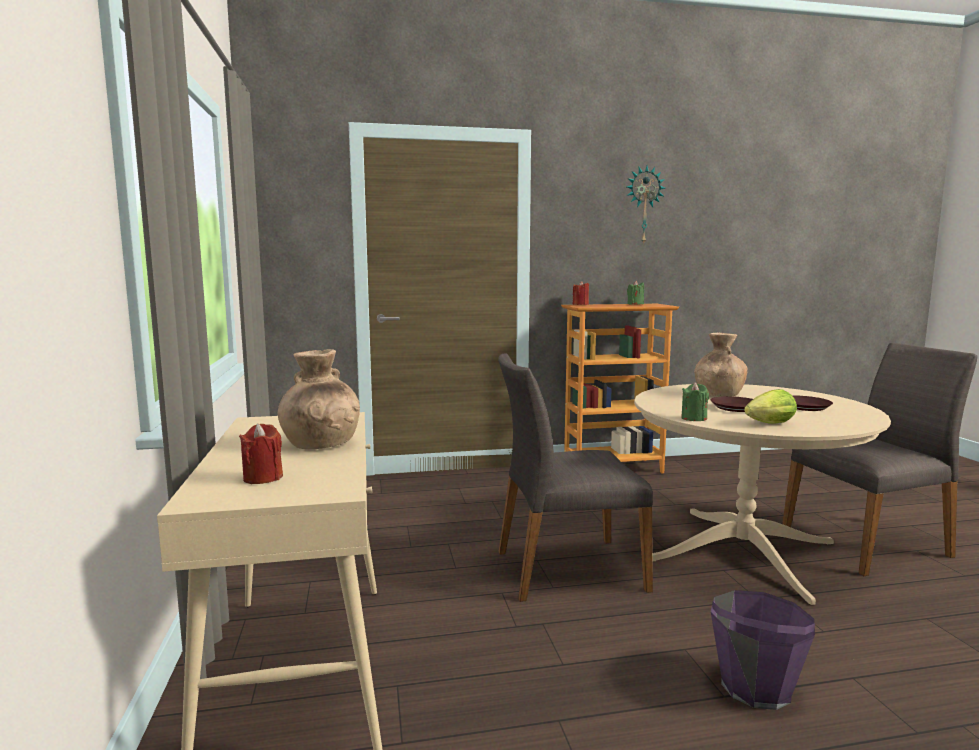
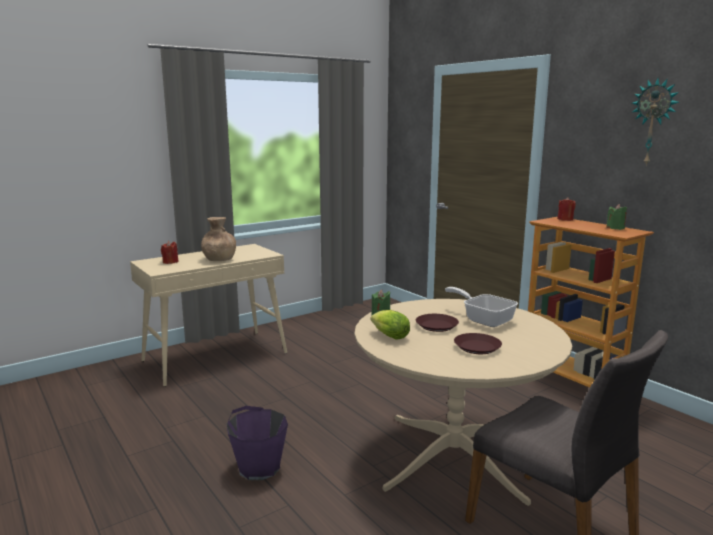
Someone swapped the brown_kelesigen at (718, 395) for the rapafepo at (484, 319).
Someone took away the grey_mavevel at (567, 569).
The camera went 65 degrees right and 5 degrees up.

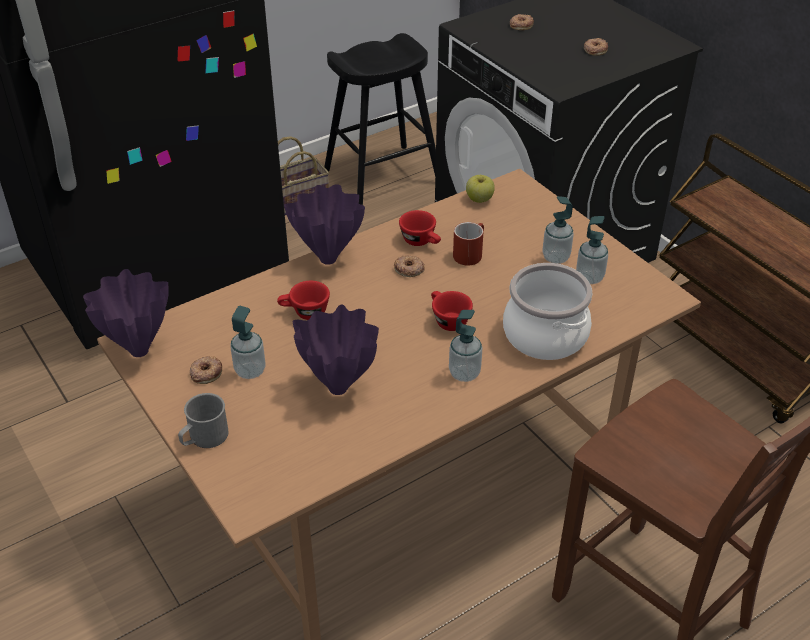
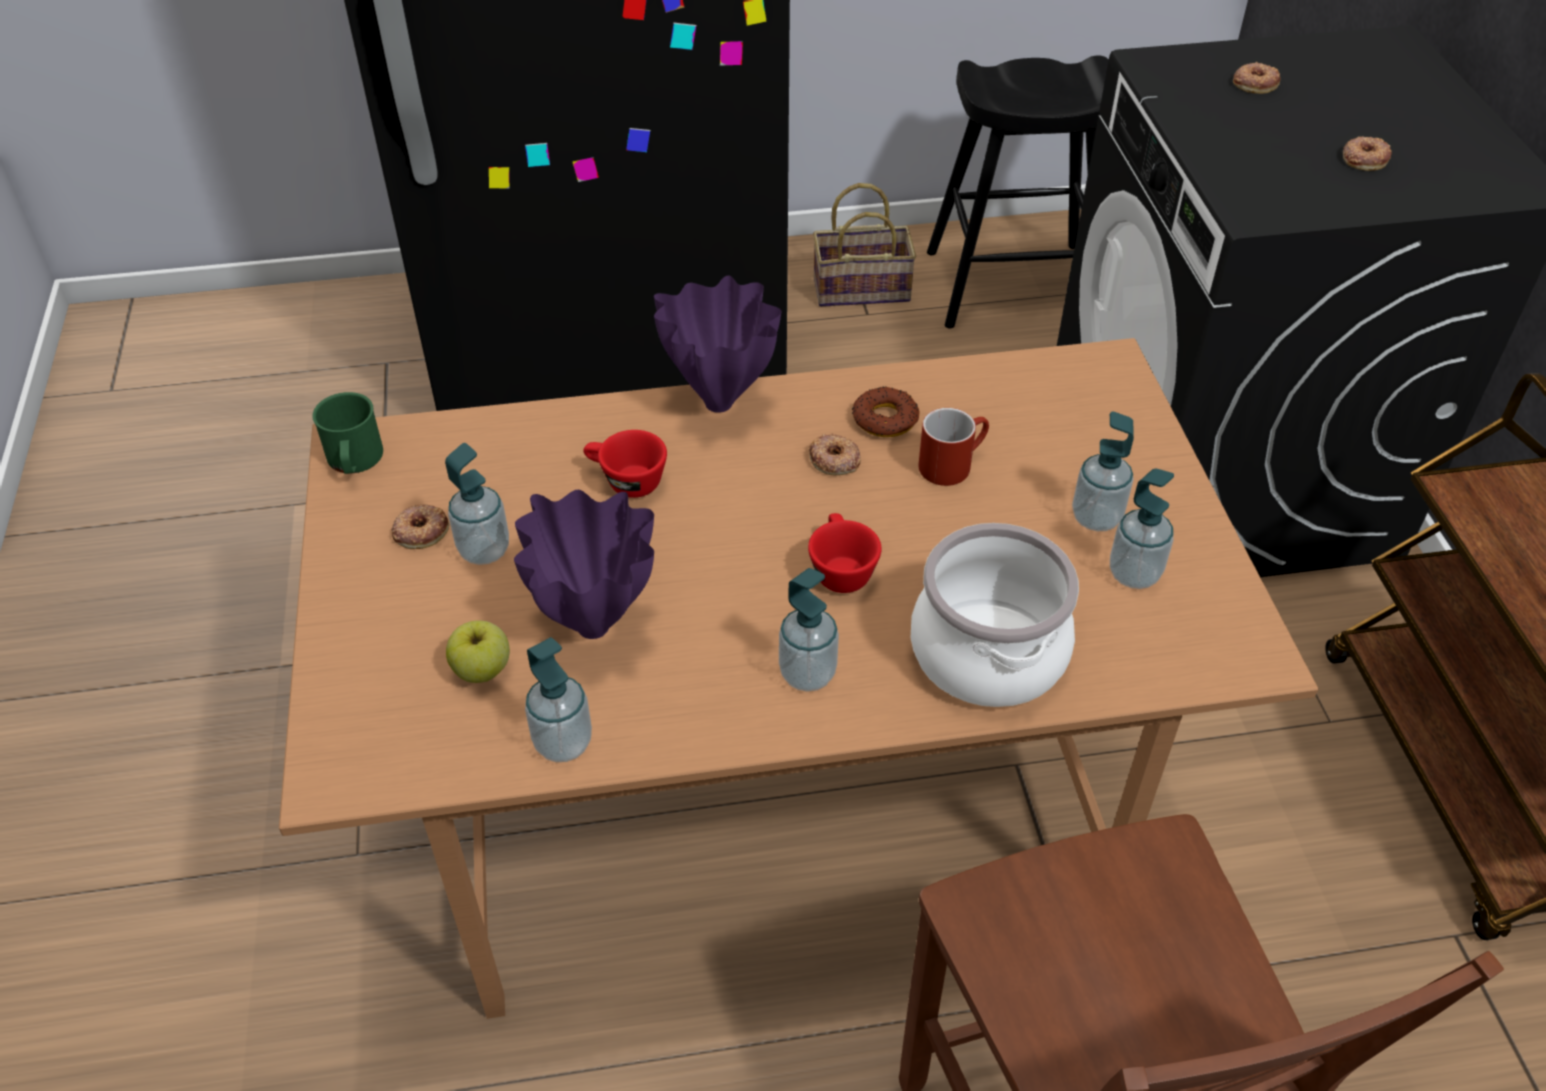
Someone swapped the purple_kelesigen at (139, 350) for the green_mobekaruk at (355, 461).
Someone carried the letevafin from (479, 199) to (482, 670).
Someone put down the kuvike at (563, 743).
Someone swapped the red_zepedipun at (421, 242) for the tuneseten at (885, 419).
Someone took away the grey_mobekaruk at (204, 438).
The camera went 25 degrees right and 5 degrees up.

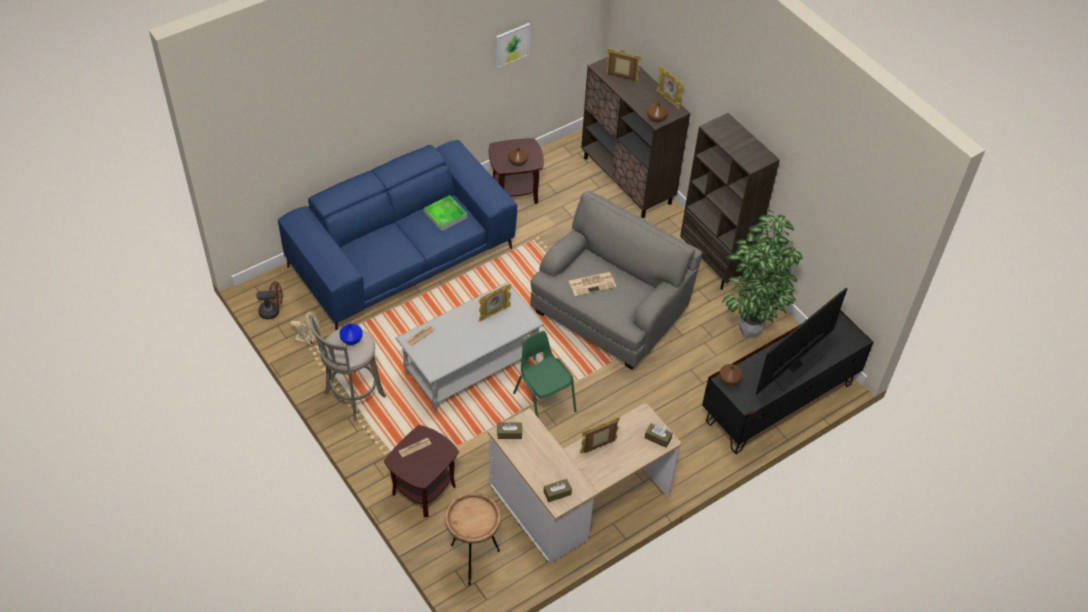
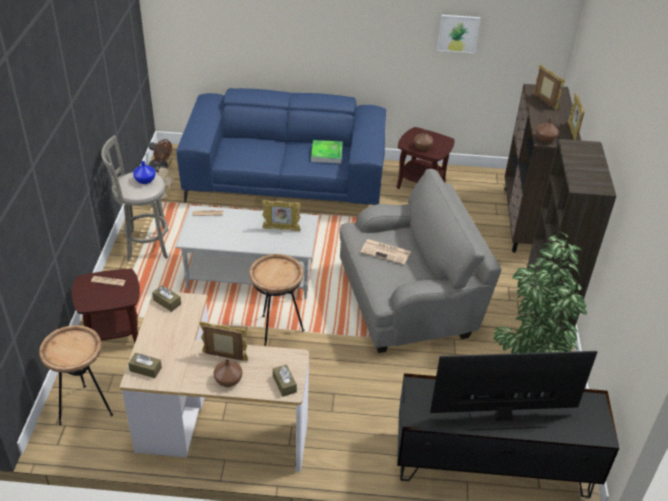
Someone carried the brown_kelesigen from (728, 379) to (228, 380).
Someone swapped the green_mavevel at (543, 401) for the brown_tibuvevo at (277, 332).
The camera went 40 degrees right and 10 degrees down.

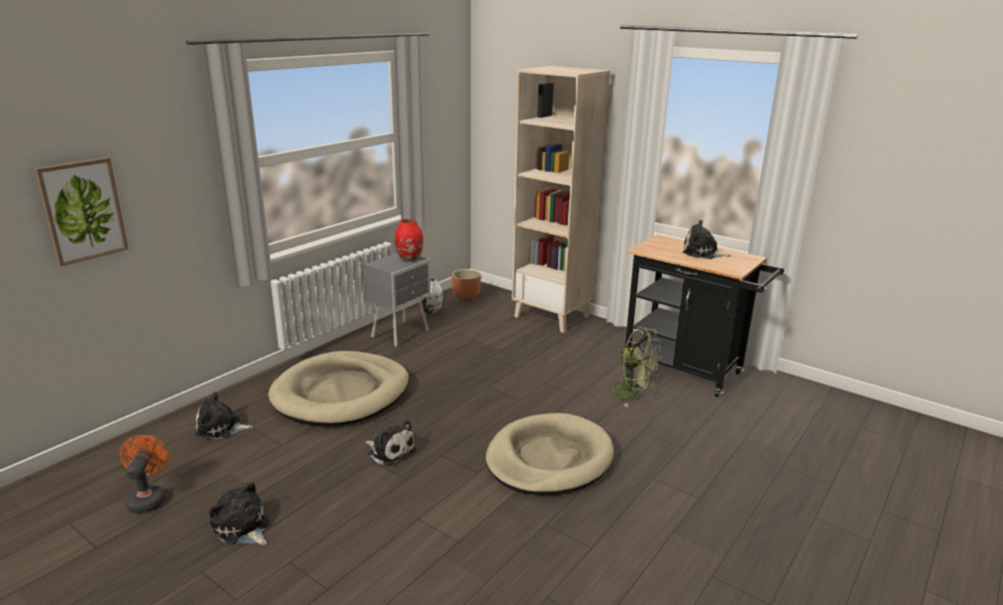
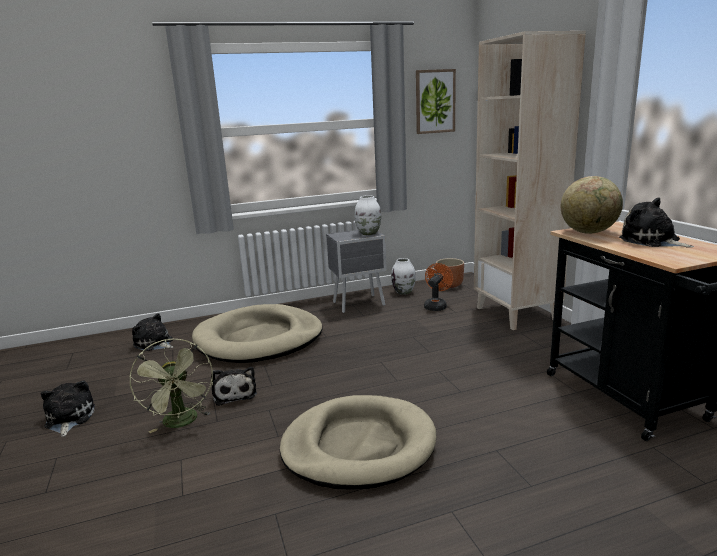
Someone carried the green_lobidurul from (633, 395) to (182, 423).
Someone repainted the red_kelesigen at (409, 259), which became the white_kelesigen at (368, 233).
Someone carried the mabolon from (82, 210) to (435, 101).
Someone carried the orange_lobidurul from (148, 498) to (436, 306).
Someone put down the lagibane at (588, 232).
The camera went 35 degrees right and 5 degrees down.

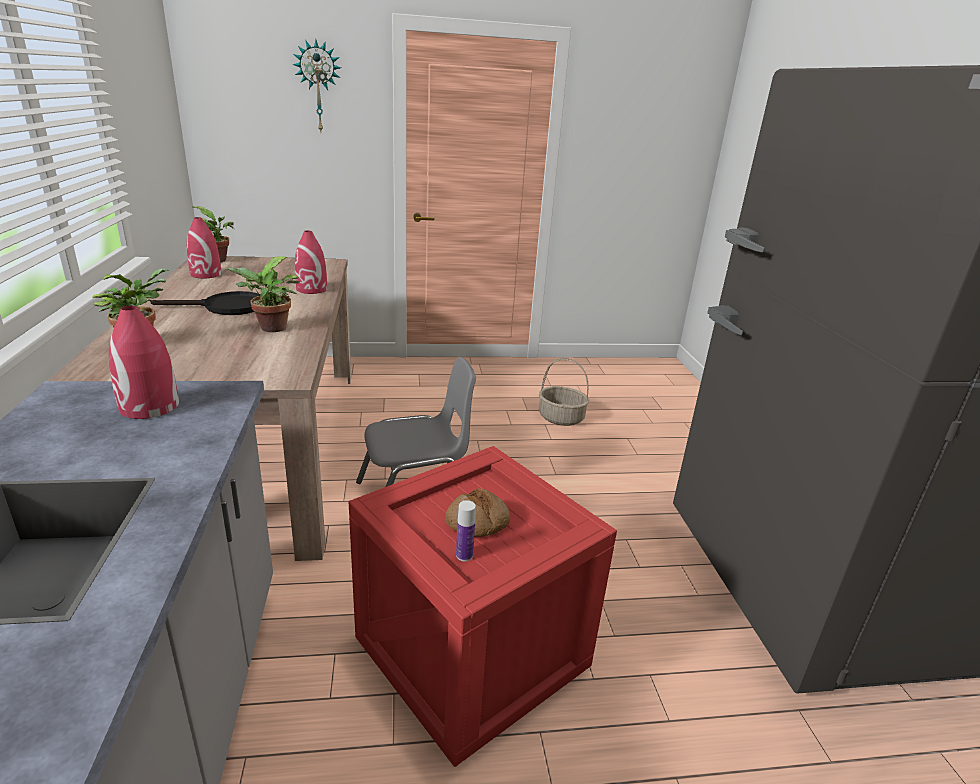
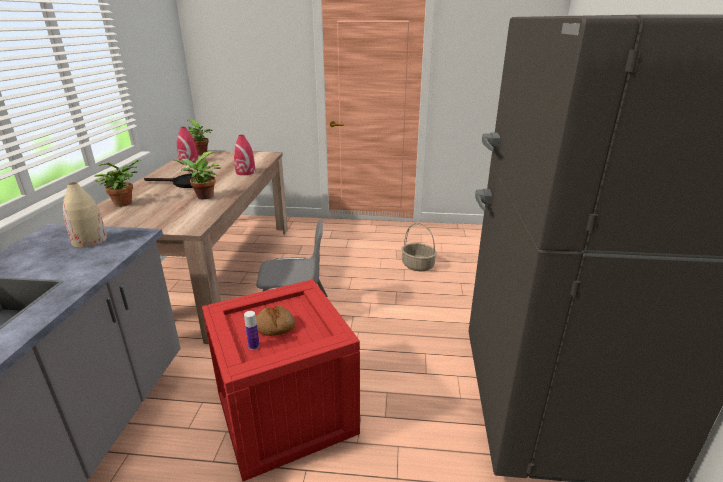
Someone repainted the red_kelesigen at (149, 406), which became the beige_kelesigen at (89, 241).
Someone took away the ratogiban at (318, 87).
The camera went 15 degrees right and 0 degrees up.

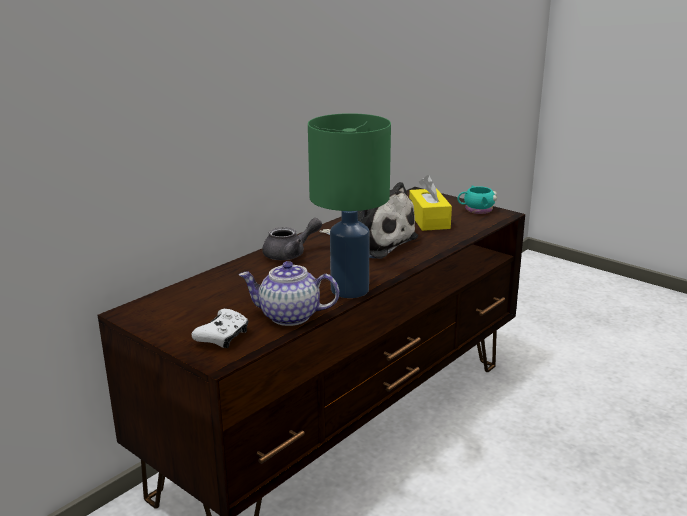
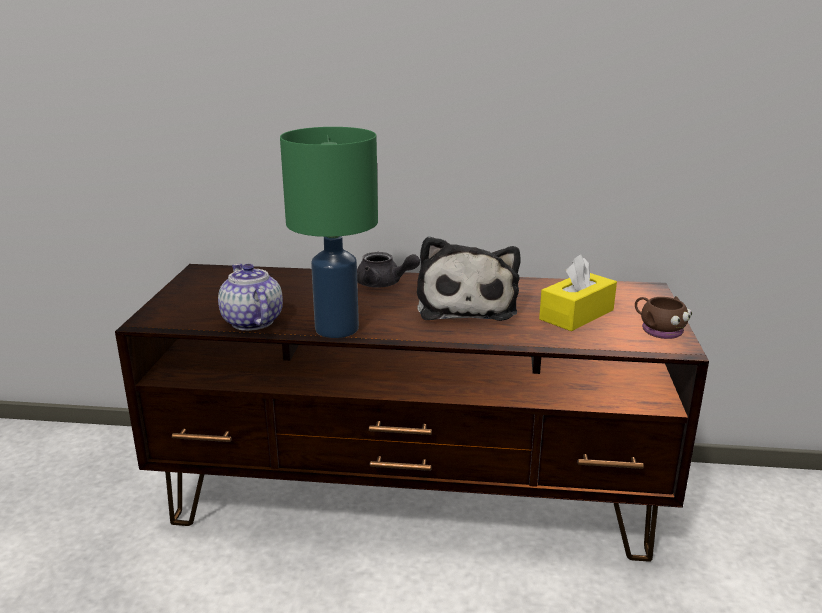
Someone repainted the turquoise_mobekaruk at (476, 210), which became the brown_mobekaruk at (658, 330).
Someone took away the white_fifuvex at (223, 337).
The camera went 55 degrees right and 0 degrees up.

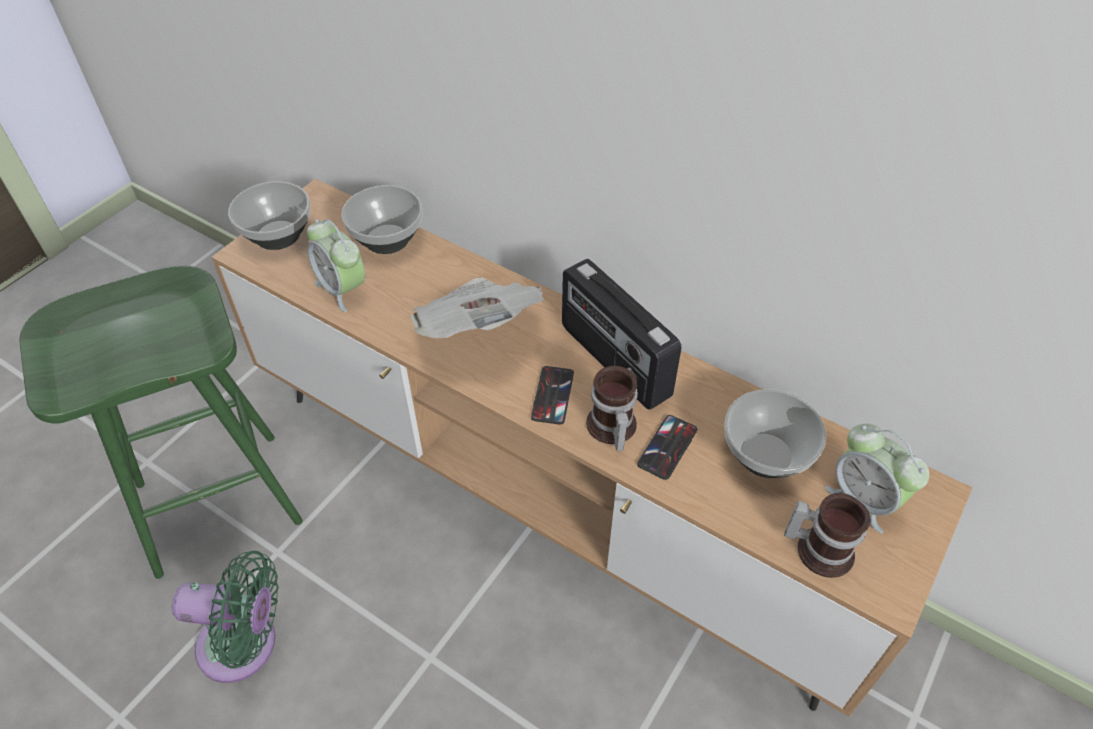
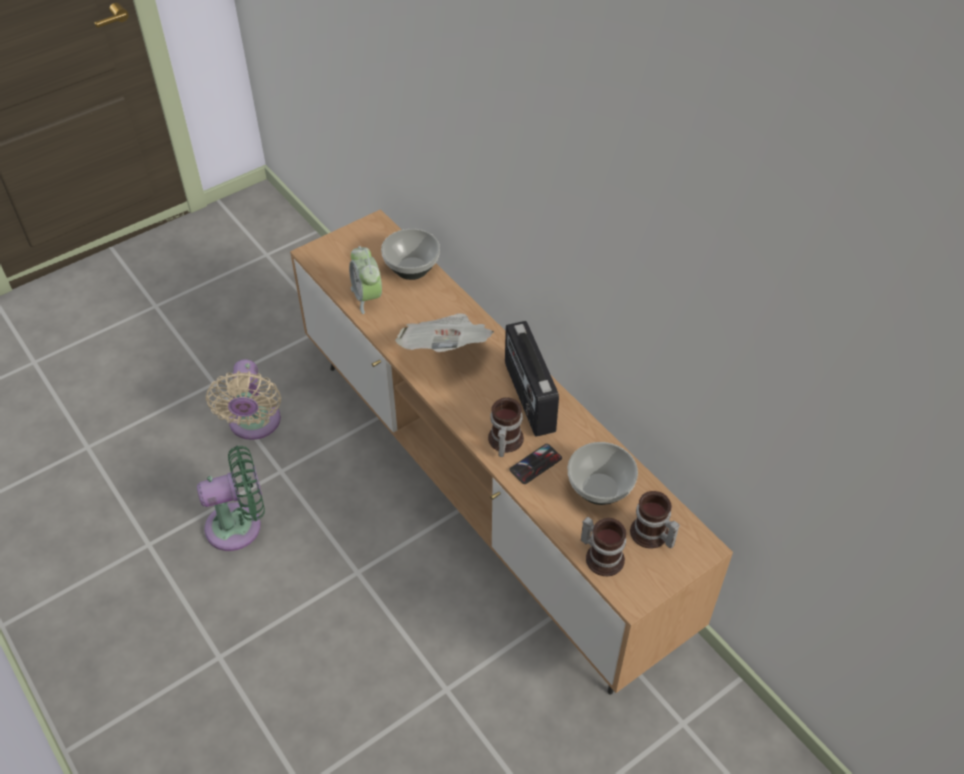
Someone rotated the green_lobidurul at (245, 645) by 45 degrees counterclockwise.
Someone swapped the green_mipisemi at (220, 500) for the beige_lobidurul at (254, 424).
Someone swapped the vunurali at (864, 499) for the mobekaruk at (651, 536).
Someone took away the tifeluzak at (276, 236).
Someone took away the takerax at (552, 395).
The camera went 20 degrees right and 0 degrees up.

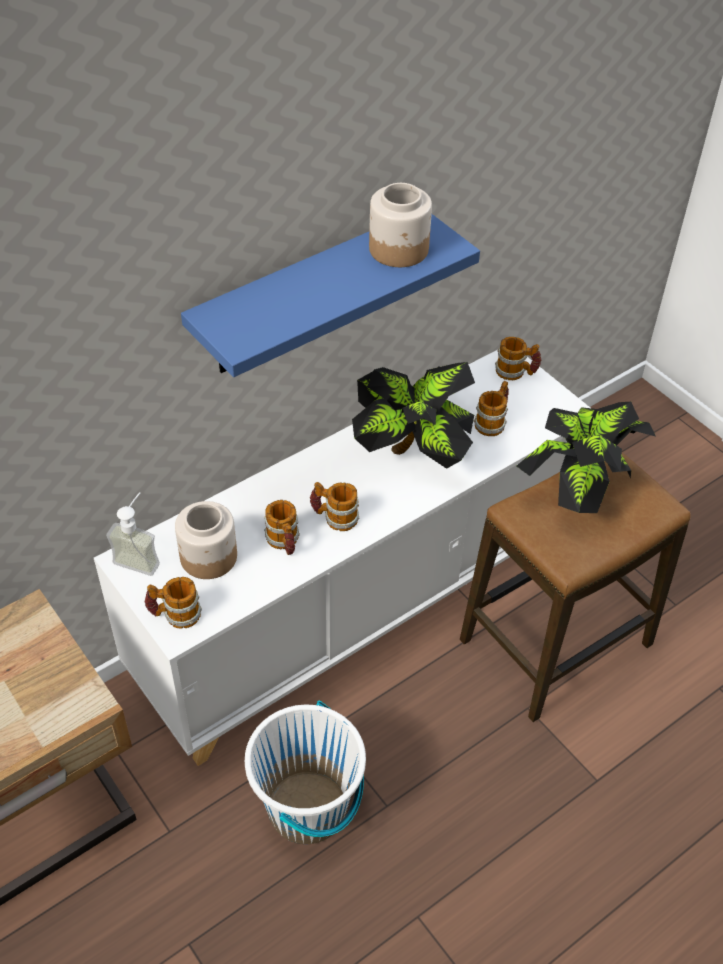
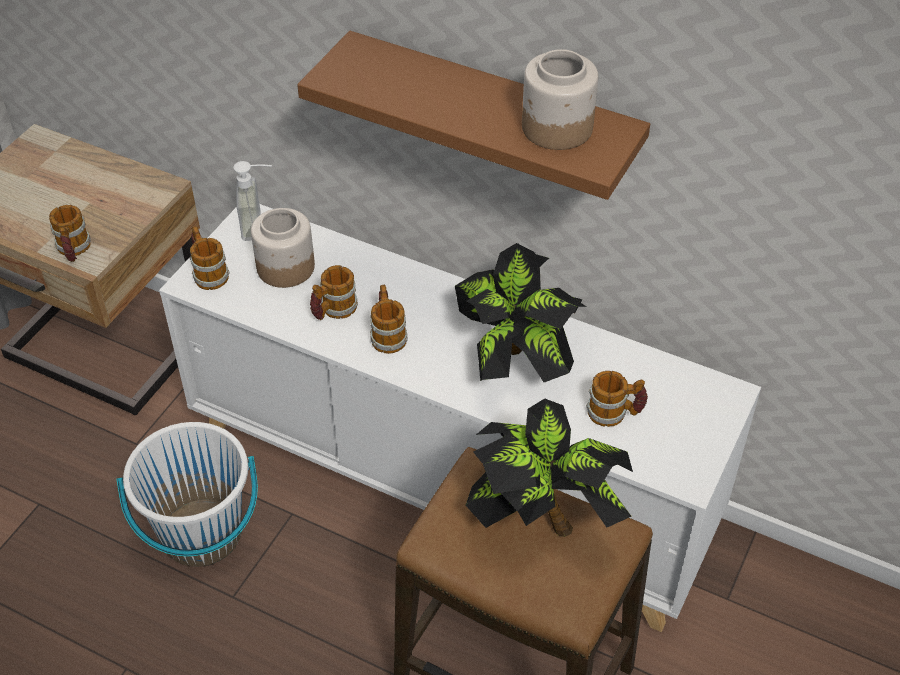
Someone carried the mobekaruk from (516, 372) to (73, 250).
Someone repainted the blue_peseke at (309, 294), which became the brown_peseke at (492, 117).
The camera went 65 degrees right and 0 degrees up.

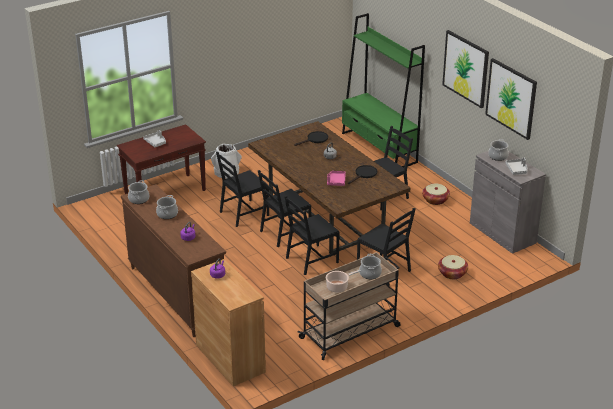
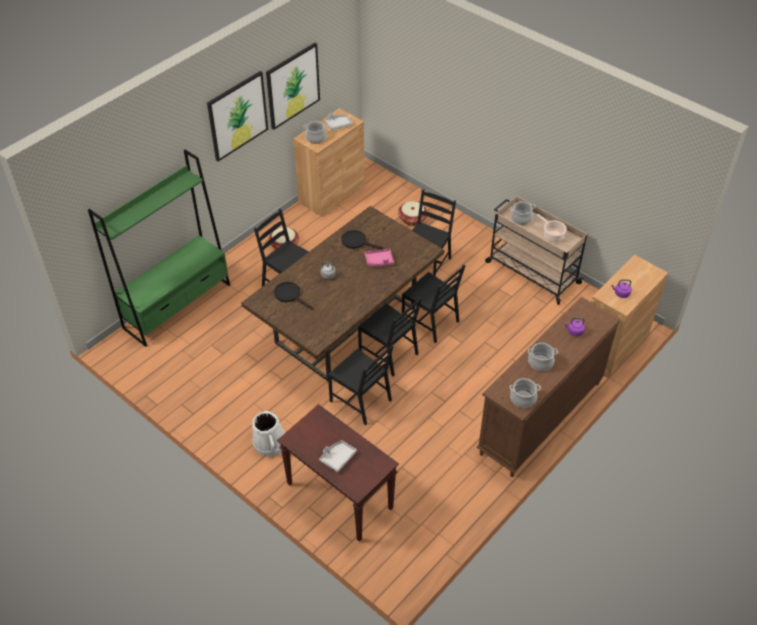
Someone repainted the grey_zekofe at (502, 233), which became the brown_zekofe at (331, 193).
The camera went 105 degrees left and 15 degrees up.

